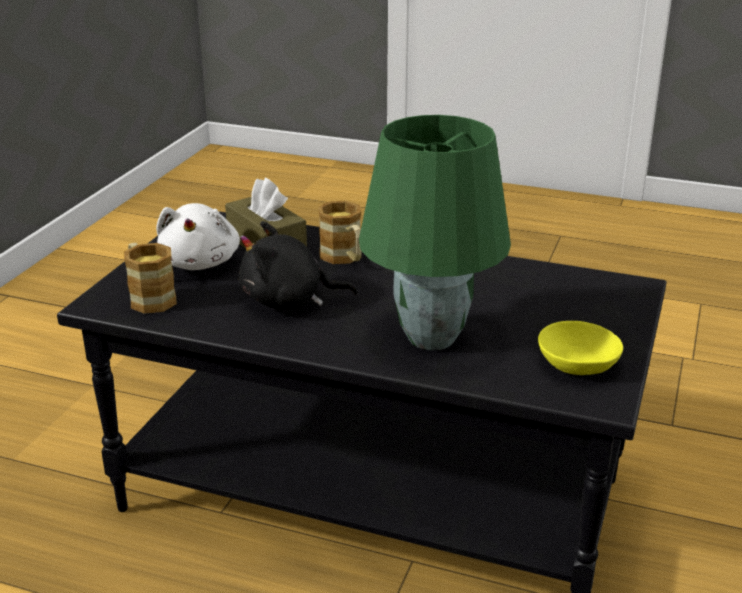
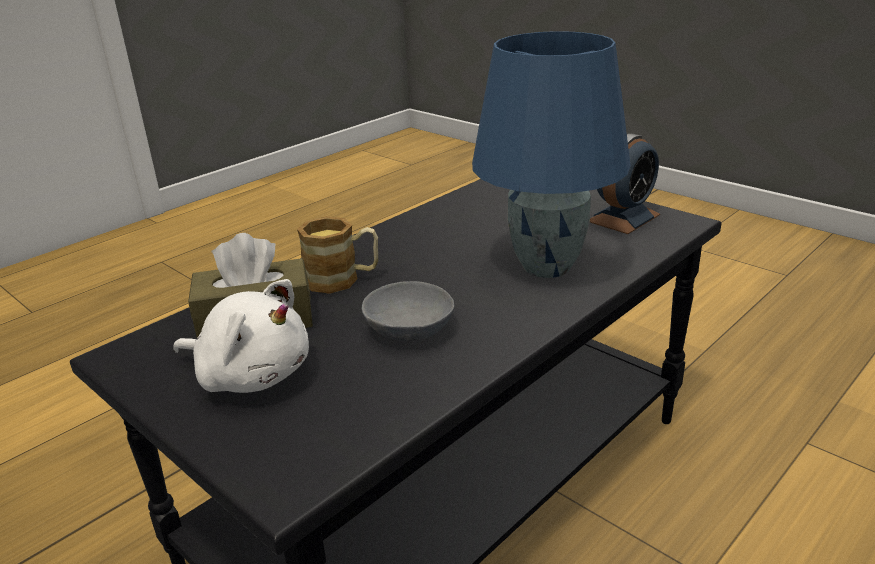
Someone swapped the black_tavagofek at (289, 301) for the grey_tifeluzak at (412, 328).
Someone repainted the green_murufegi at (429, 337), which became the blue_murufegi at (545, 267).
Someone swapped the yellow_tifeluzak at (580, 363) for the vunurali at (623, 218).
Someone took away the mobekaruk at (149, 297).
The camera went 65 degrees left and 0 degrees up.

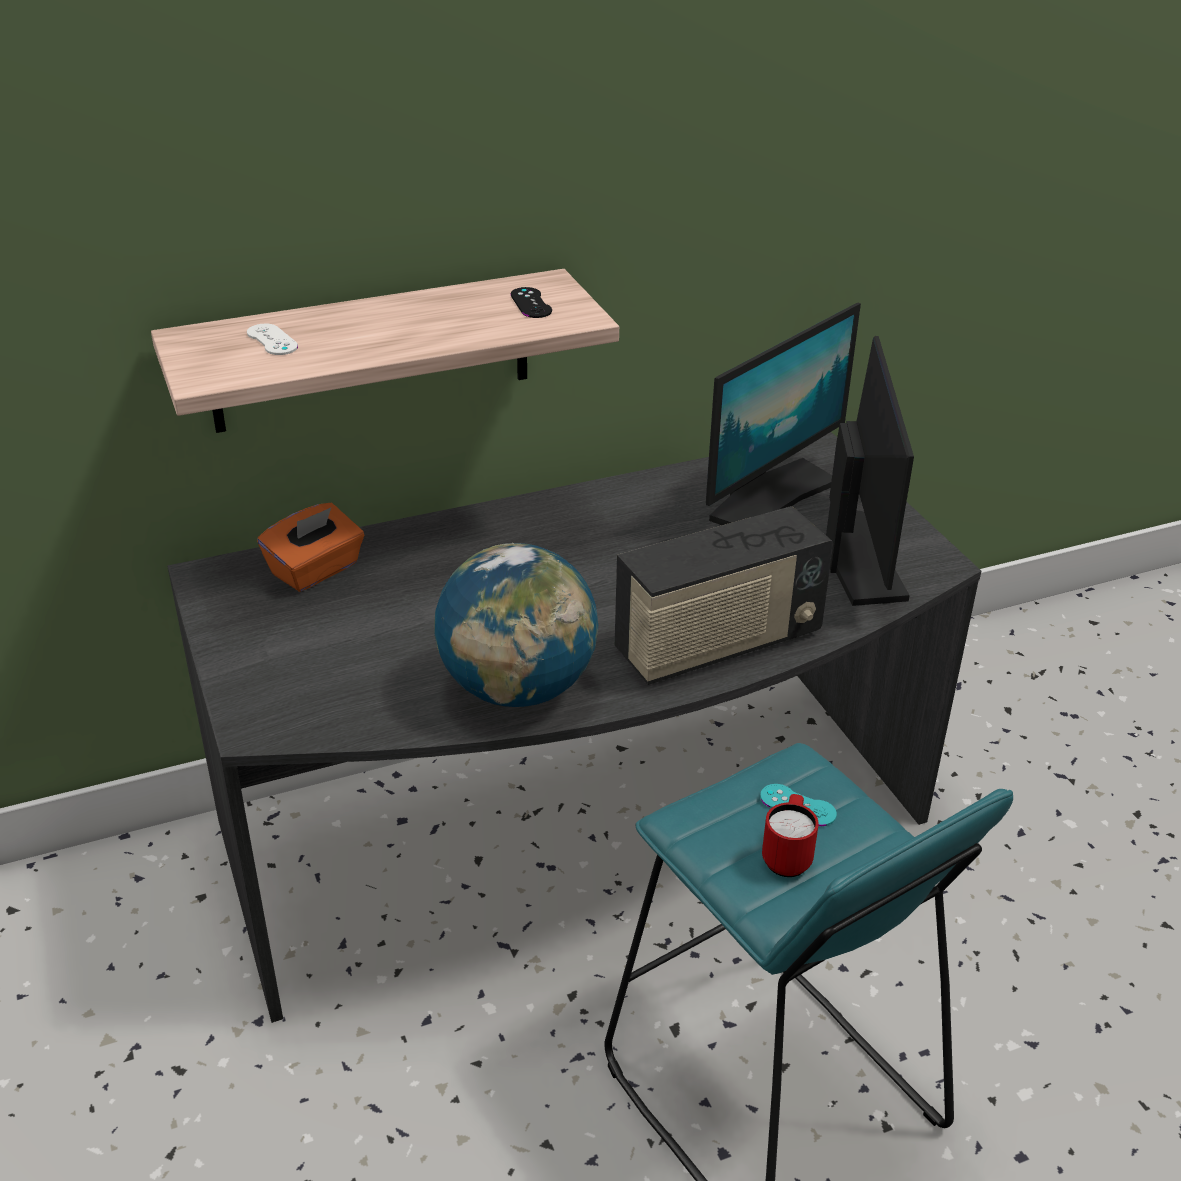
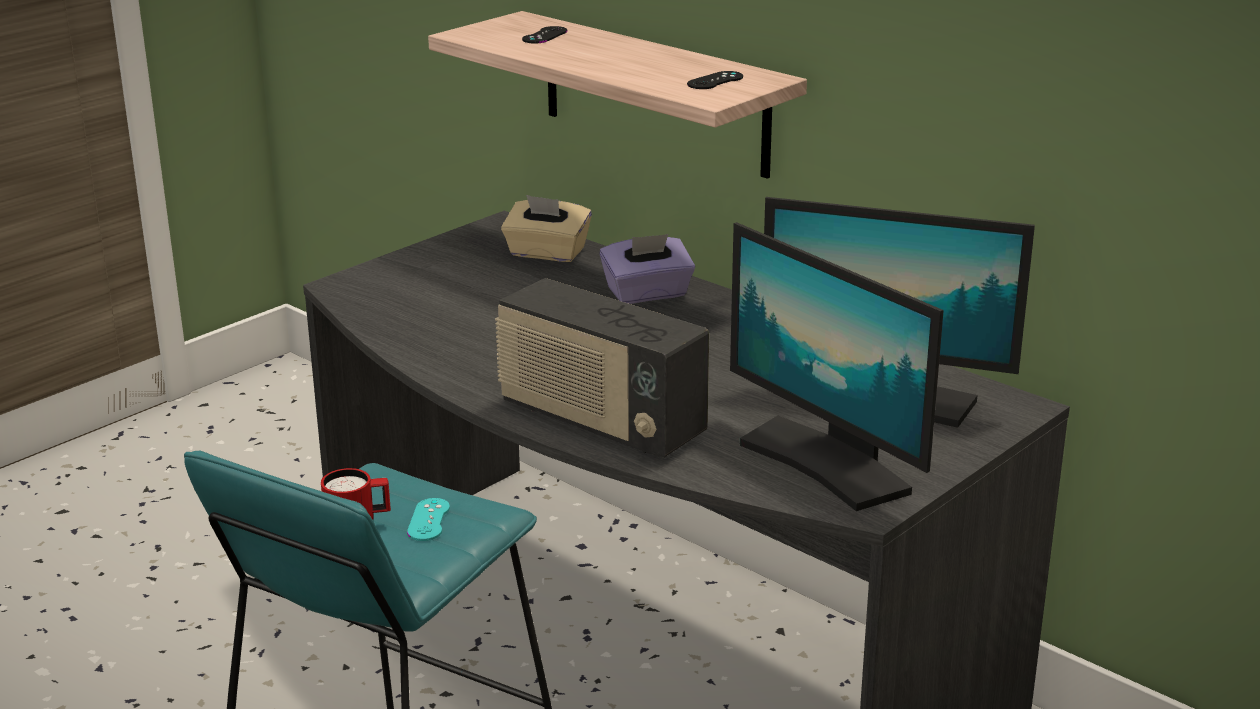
Someone repainted the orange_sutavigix at (316, 570), which became the beige_sutavigix at (547, 253).
Someone repainted the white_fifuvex at (272, 340), which became the black_fifuvex at (544, 35).
Someone put down the purple_sutavigix at (647, 294).
Someone rotated the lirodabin at (861, 558) by 75 degrees clockwise.
Someone took away the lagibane at (518, 688).
The camera went 65 degrees right and 10 degrees down.

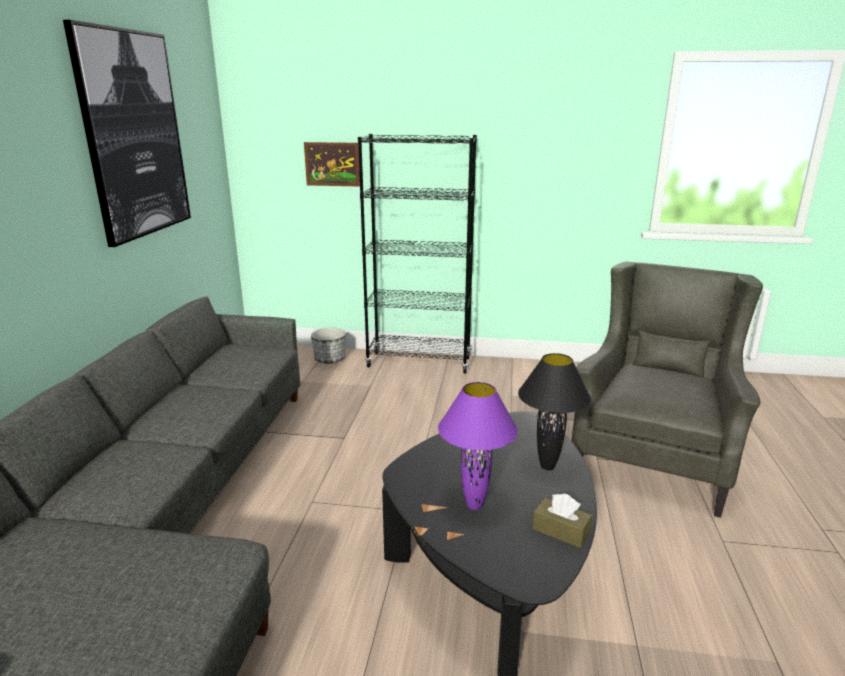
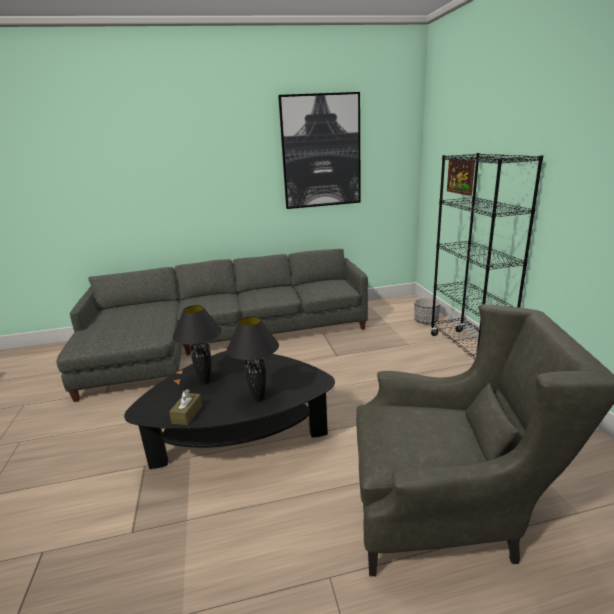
Someone repainted the purple_murufegi at (475, 506), which became the black_murufegi at (205, 382).
The camera went 70 degrees right and 0 degrees up.

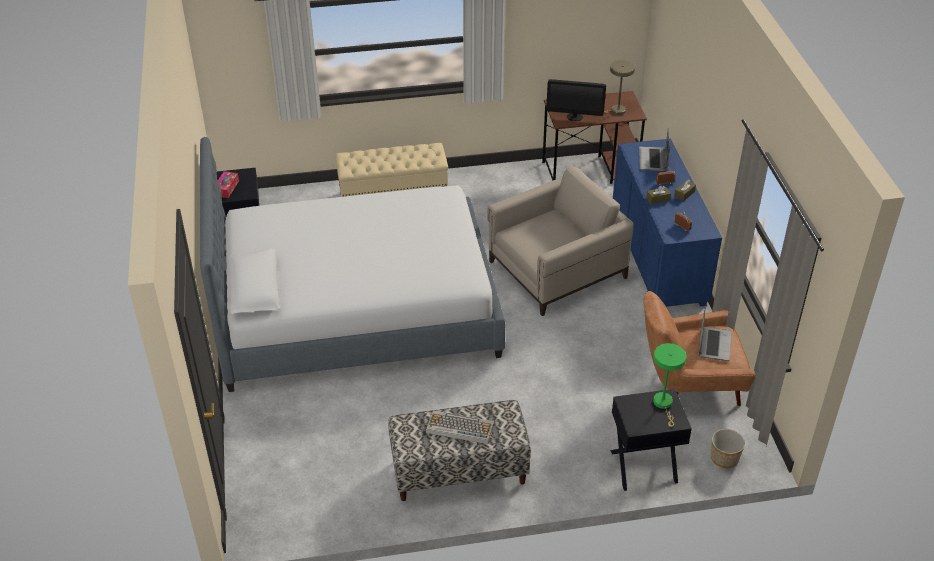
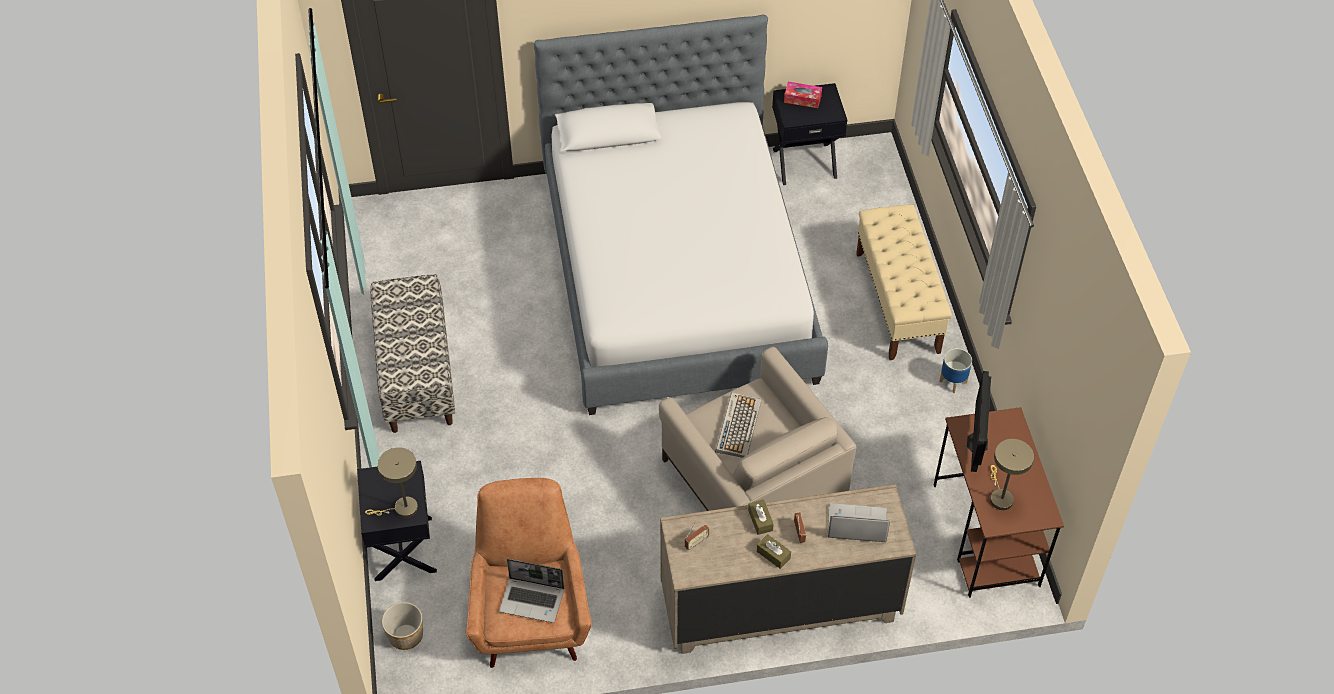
Someone repainted the green_murufegi at (664, 404), which became the beige_murufegi at (402, 509).
Someone repainted the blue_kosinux at (657, 259), which became the beige_kosinux at (780, 604).
Someone carried the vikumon from (459, 428) to (738, 425).
Someone put down the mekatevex at (952, 382).
The camera went 90 degrees right and 10 degrees up.

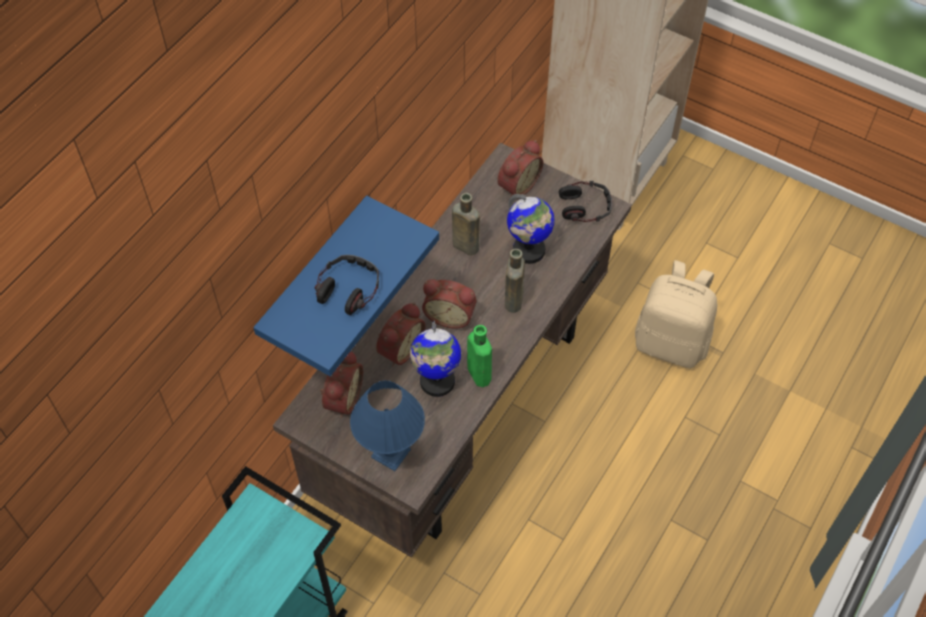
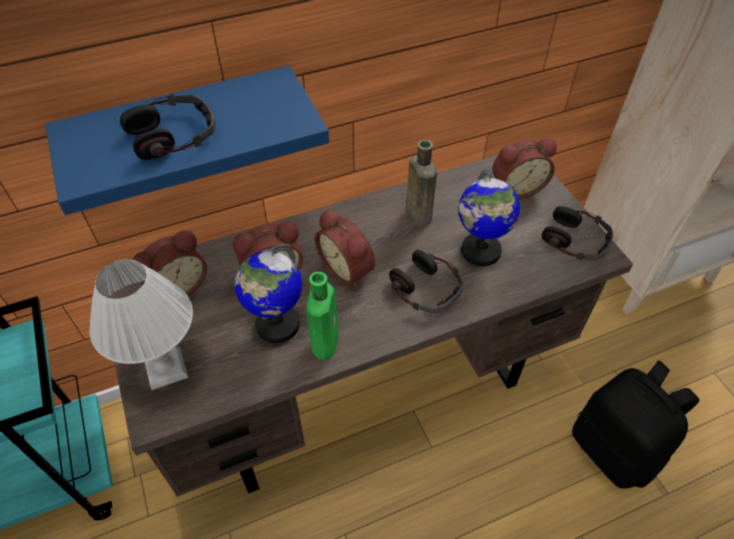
Someone repainted the blue_murufegi at (392, 453), which became the white_murufegi at (167, 369).
Someone swapped the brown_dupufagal at (513, 298) for the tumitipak at (426, 288).
Someone repainted the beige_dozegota at (671, 343), which became the black_dozegota at (614, 449).
The camera went 35 degrees right and 5 degrees down.

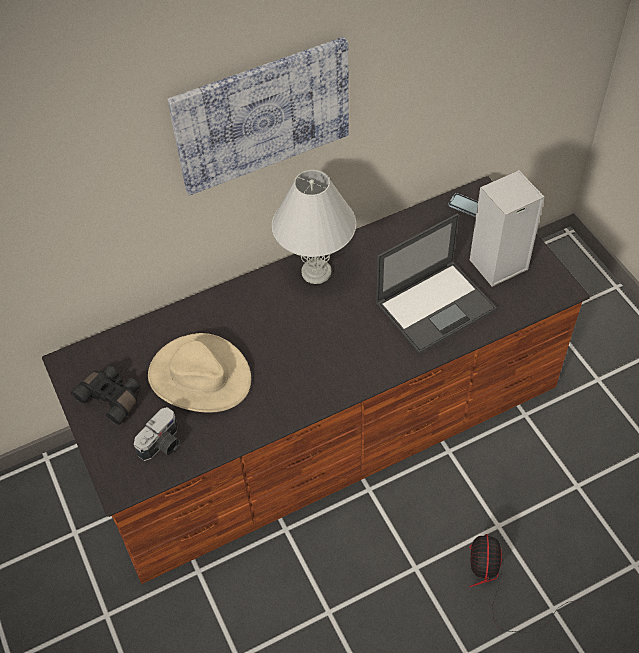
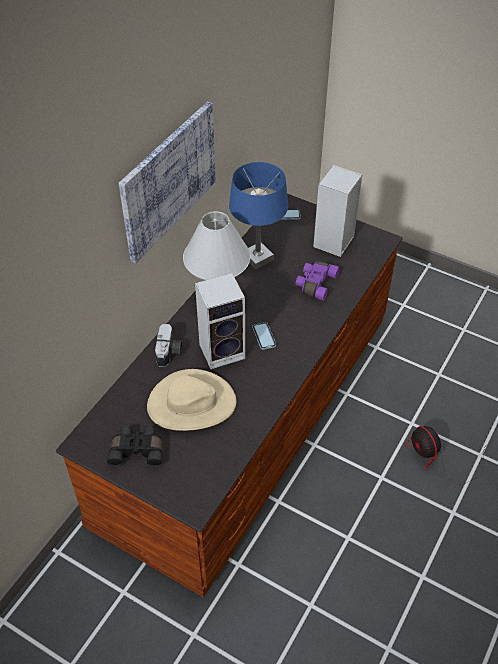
Someone carried the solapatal from (163, 444) to (170, 352).
Someone put down the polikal at (223, 350).
Someone put down the blue_murufegi at (257, 258).
Someone put down the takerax at (264, 336).
Someone swapped the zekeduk at (436, 305) for the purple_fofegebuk at (315, 283).
The camera went 35 degrees left and 5 degrees down.

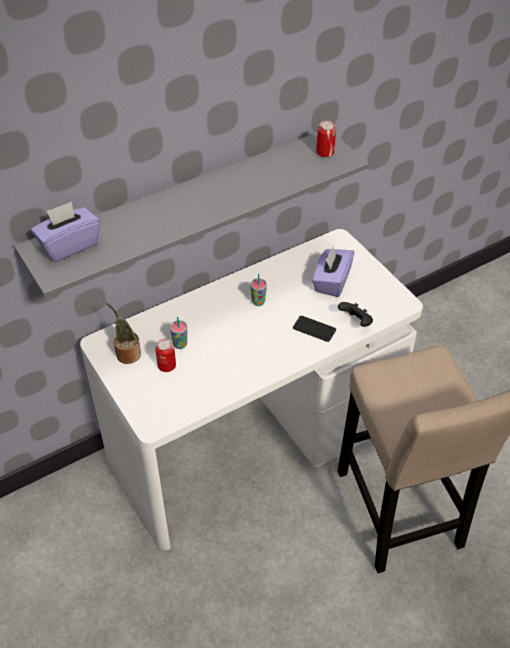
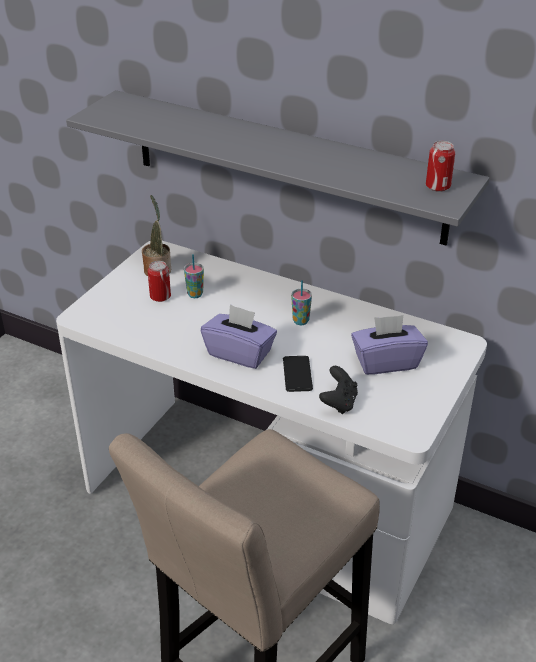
Someone carried the purple_sutavigix from (69, 245) to (240, 353).
The camera went 60 degrees right and 10 degrees down.

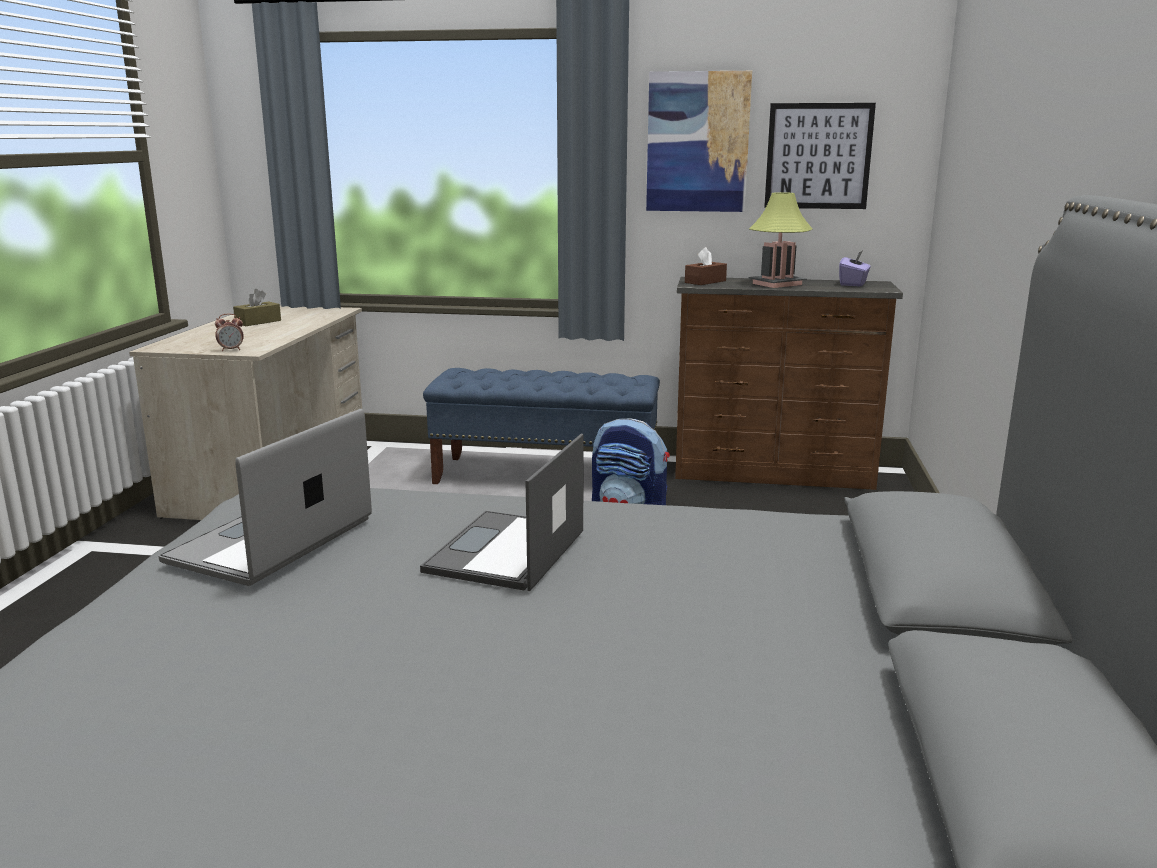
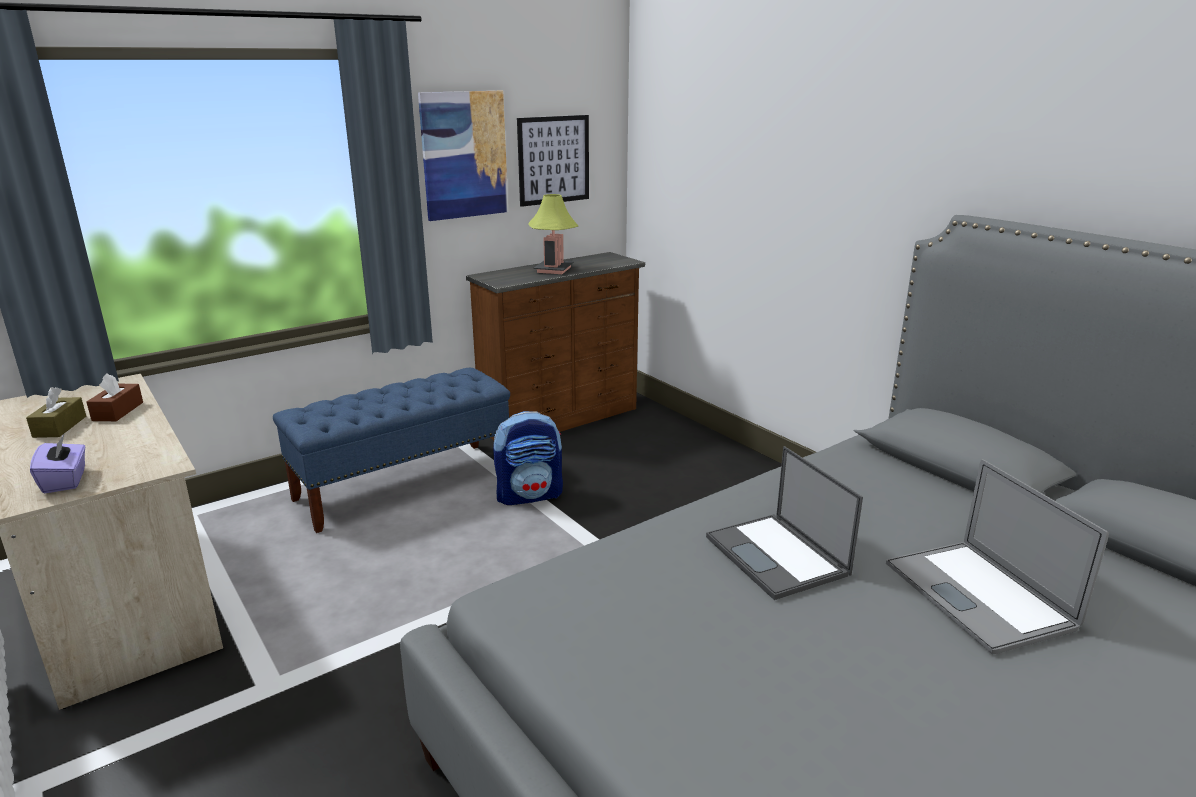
Someone carried the purple_sutavigix from (853, 284) to (65, 481).
Someone carried the brown_sutavigix from (705, 282) to (118, 411).
Someone carried the zekeduk from (271, 540) to (977, 595).
Someone took away the vunurali at (231, 350).
The camera went 45 degrees left and 5 degrees up.

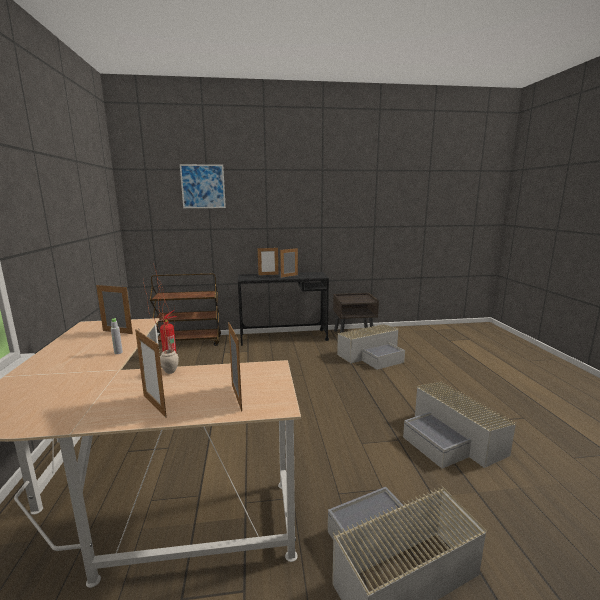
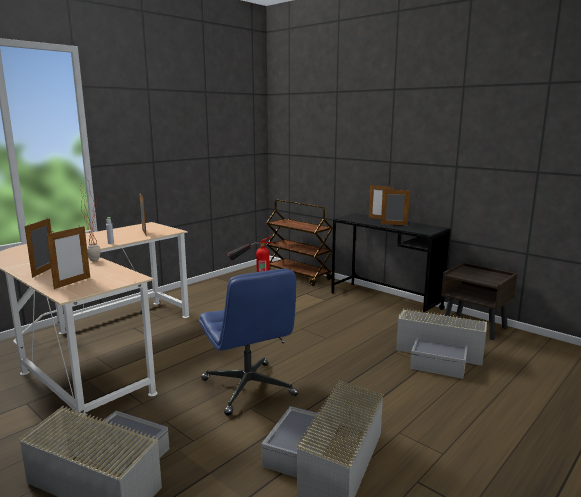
Someone put down the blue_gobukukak at (249, 388).
Someone took away the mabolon at (203, 186).
The camera went 50 degrees right and 0 degrees up.

